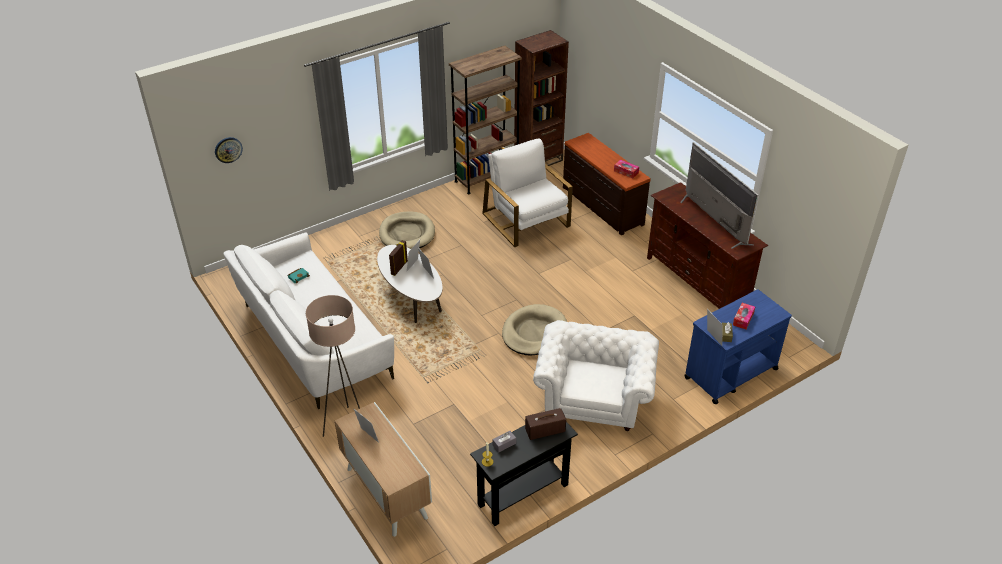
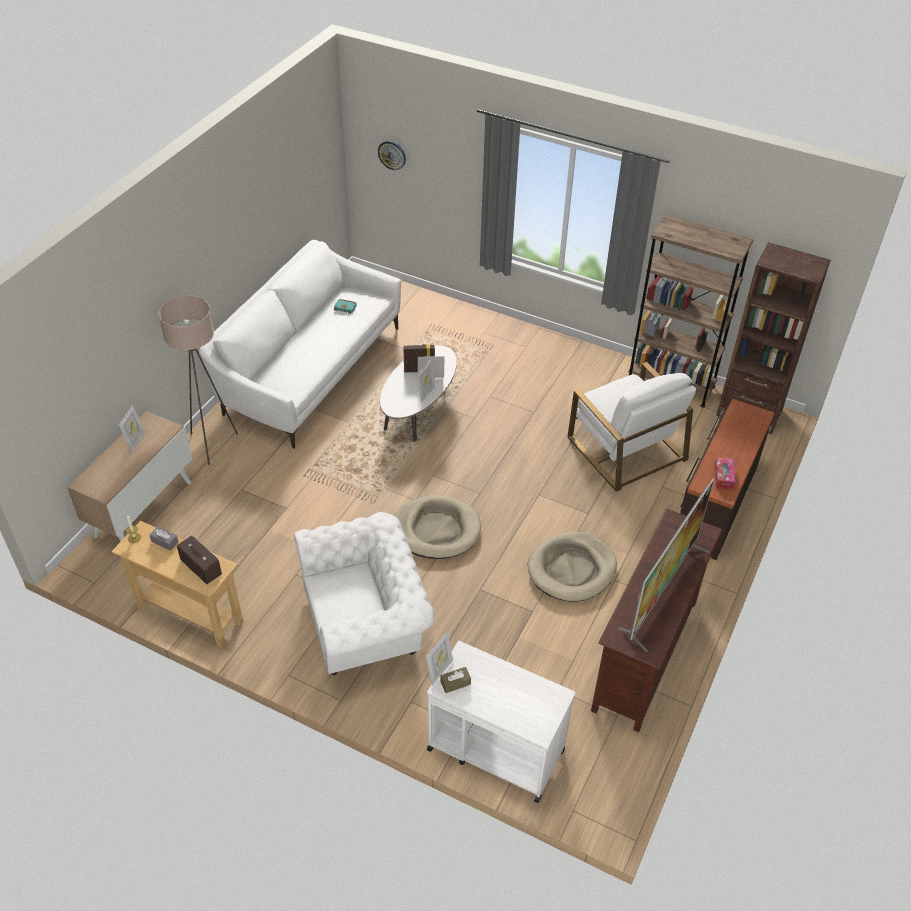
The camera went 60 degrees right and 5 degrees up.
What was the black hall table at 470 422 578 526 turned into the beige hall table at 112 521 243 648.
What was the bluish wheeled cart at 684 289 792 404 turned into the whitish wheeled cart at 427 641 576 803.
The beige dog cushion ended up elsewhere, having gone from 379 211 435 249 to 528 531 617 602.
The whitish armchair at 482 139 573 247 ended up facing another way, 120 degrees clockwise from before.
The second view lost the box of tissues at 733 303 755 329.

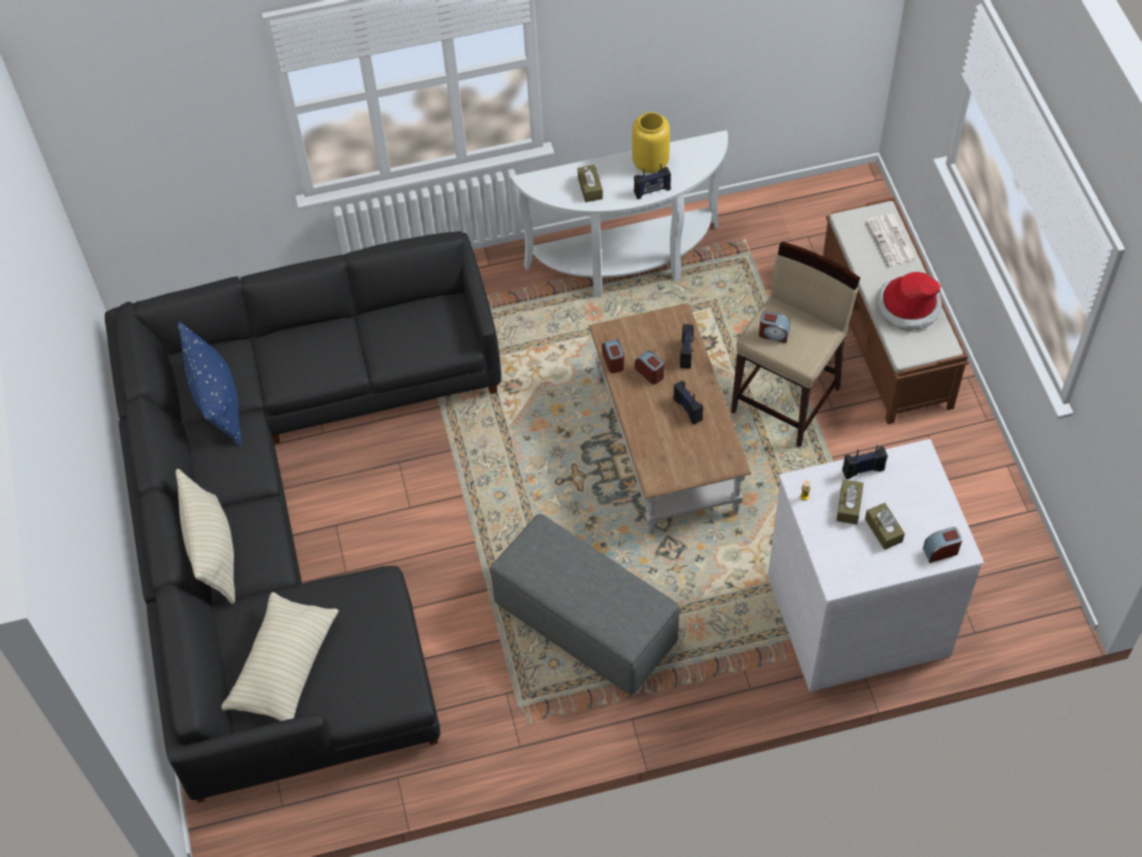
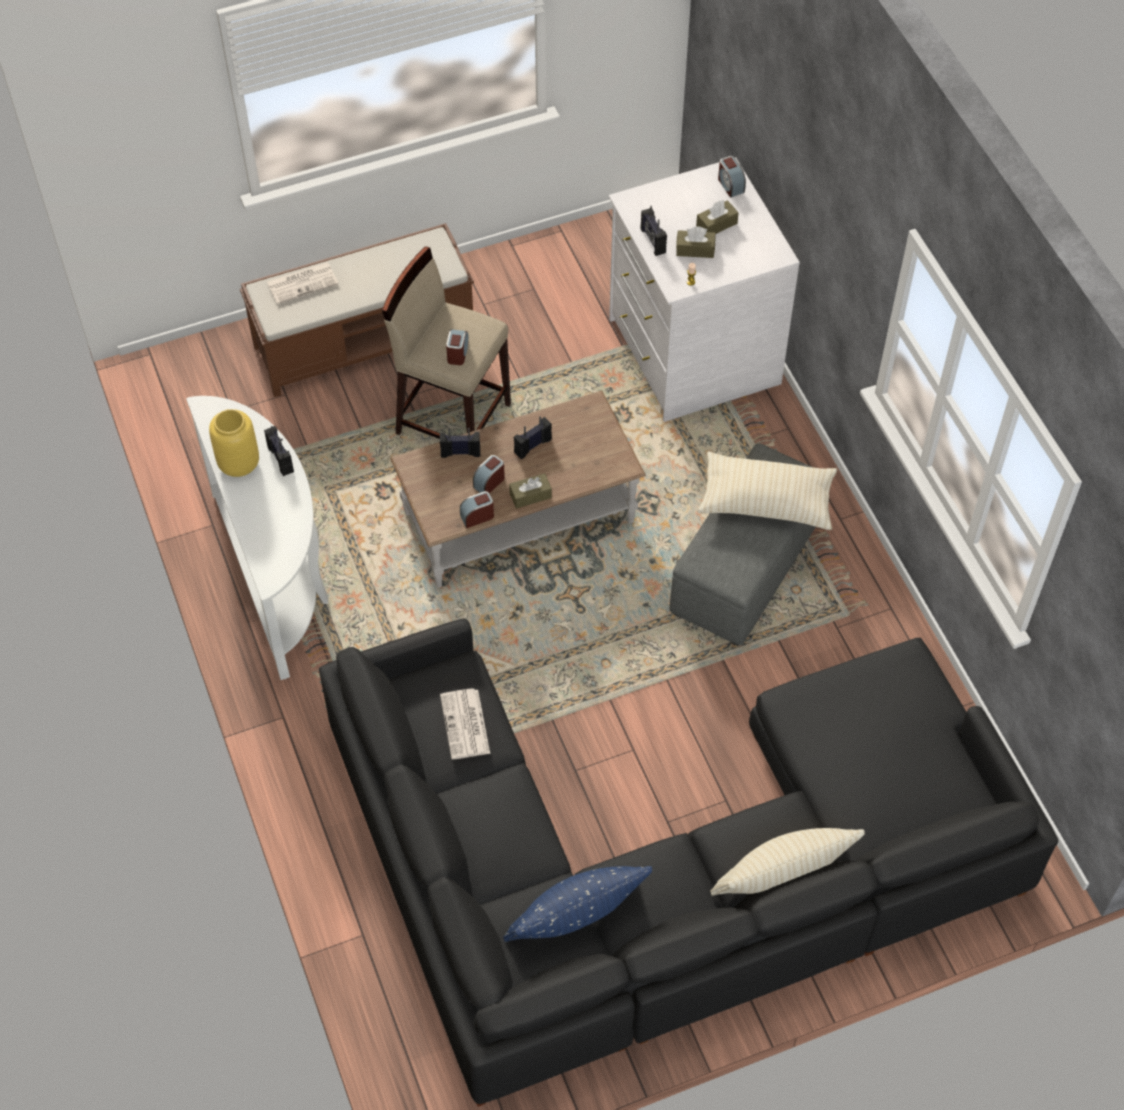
The camera went 100 degrees left and 0 degrees up.
The second view gained the newspaper at 440 689 490 759.
The brownish box of tissues ended up elsewhere, having gone from 578 165 603 202 to 509 473 552 509.
The beige cushion ended up elsewhere, having gone from 221 592 339 721 to 697 452 837 530.
The second view lost the clothing hat at 876 272 942 330.

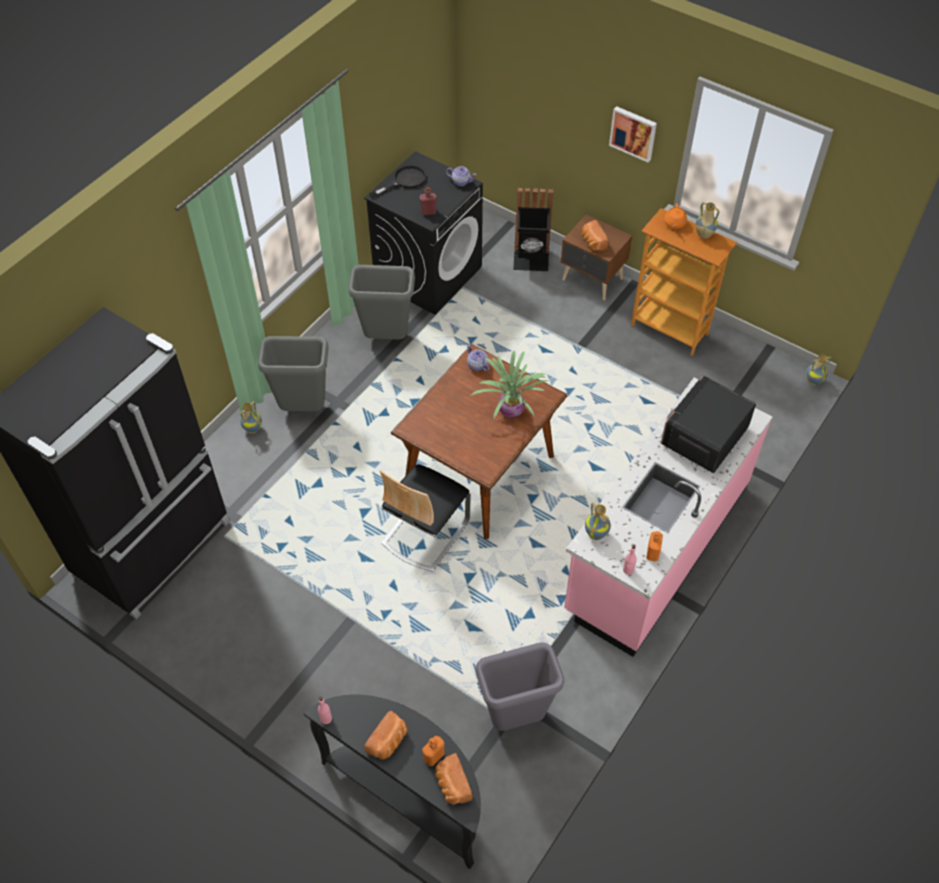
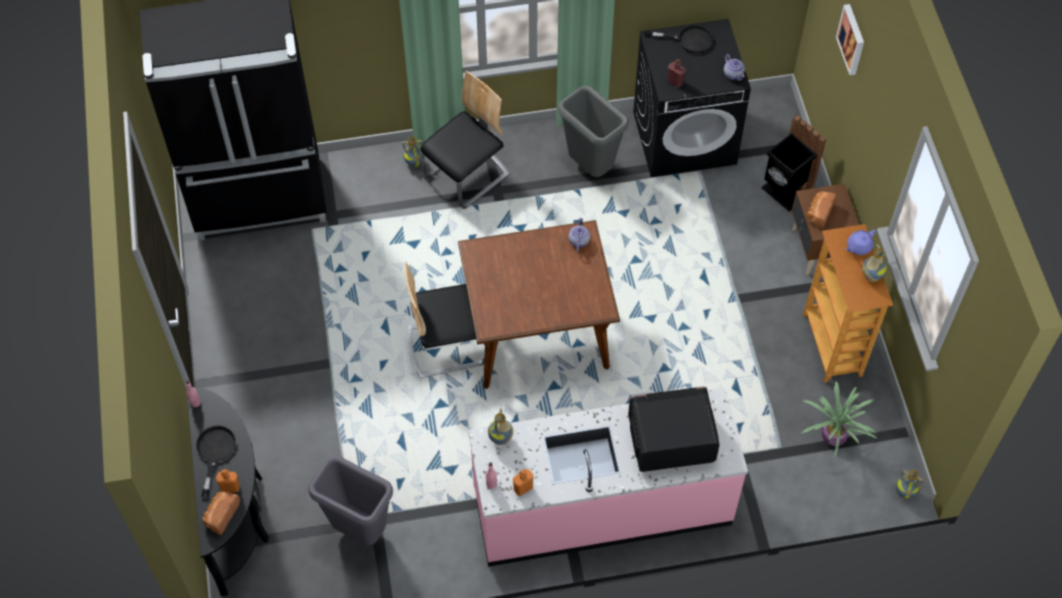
The camera went 45 degrees right and 5 degrees up.
Where the bread stood at 364 711 407 760, the black skillet came to stand at 196 425 236 498.
Where the gray rubbish bin stood at 258 336 329 411, the upright chair came to stand at 420 71 510 209.
The houseplant ended up elsewhere, having gone from 470 350 548 419 to 801 381 877 457.
The picture ended up elsewhere, having gone from 609 106 657 162 to 836 4 864 75.
What was the orange teapot at 664 203 687 229 turned into the purple-coloured teapot at 846 230 876 255.

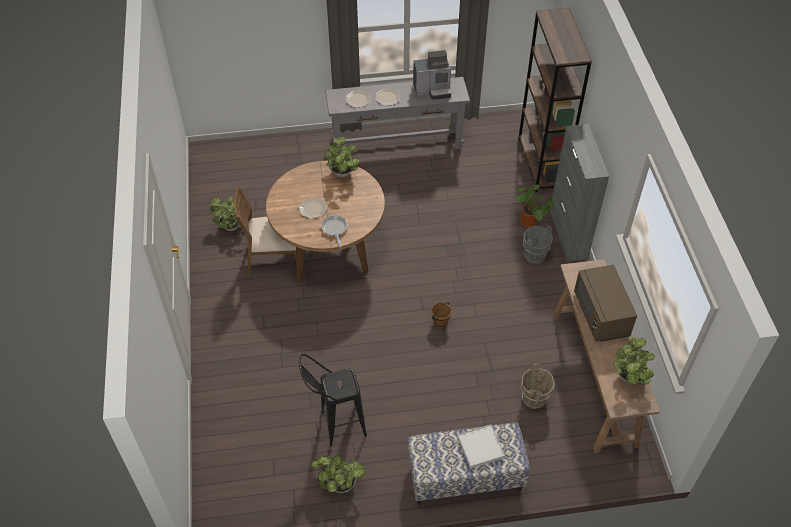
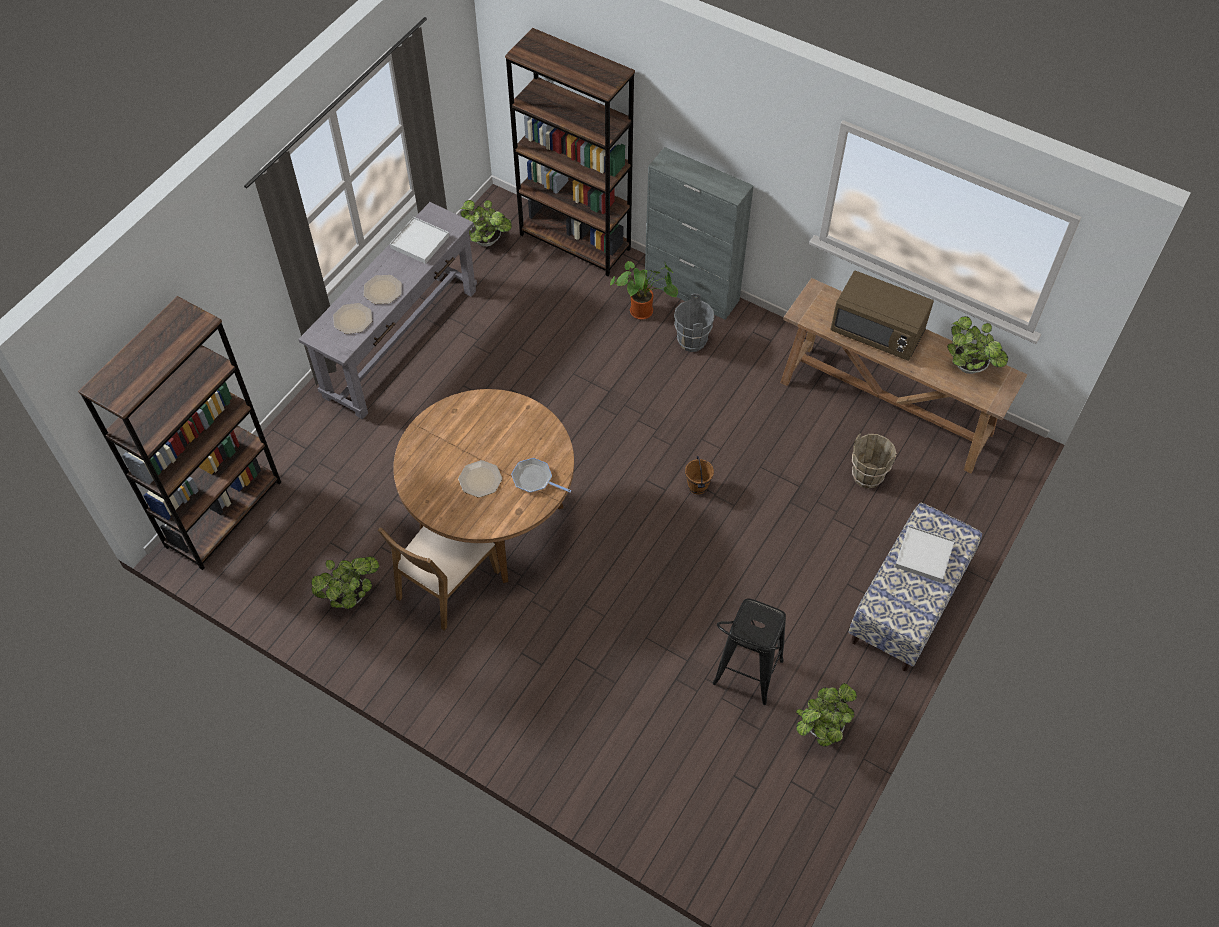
The camera went 50 degrees left and 5 degrees up.
The second view gained the brownish bookcase at 78 296 281 570.
Where the coffee brewer stood at 413 50 451 100, the whitish tray came to stand at 390 217 449 264.
The houseplant ended up elsewhere, having gone from 326 136 359 177 to 460 200 512 247.

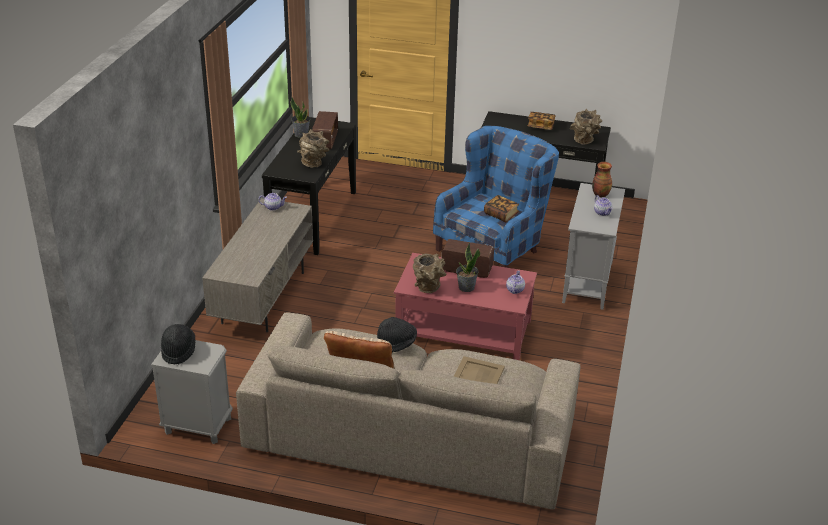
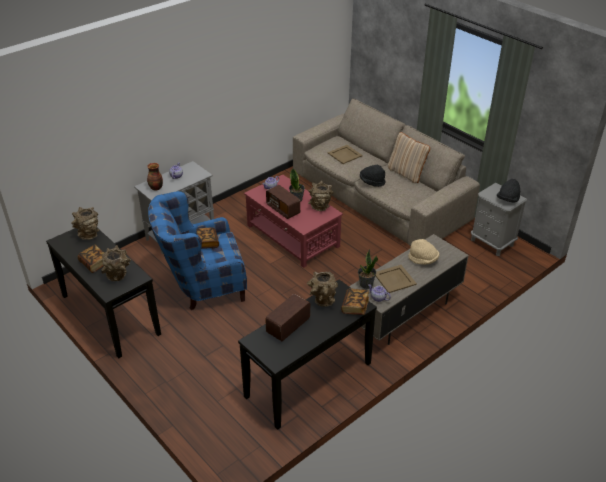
The camera went 145 degrees left and 5 degrees up.
The second view gained the brownish decorative vase at 101 245 131 281.
The second view gained the volume at 341 289 369 315.
The houseplant ended up elsewhere, having gone from 291 97 310 138 to 358 249 378 289.
The second view gained the beige tray at 375 265 417 293.
The second view gained the beige clothing hat at 408 239 439 265.

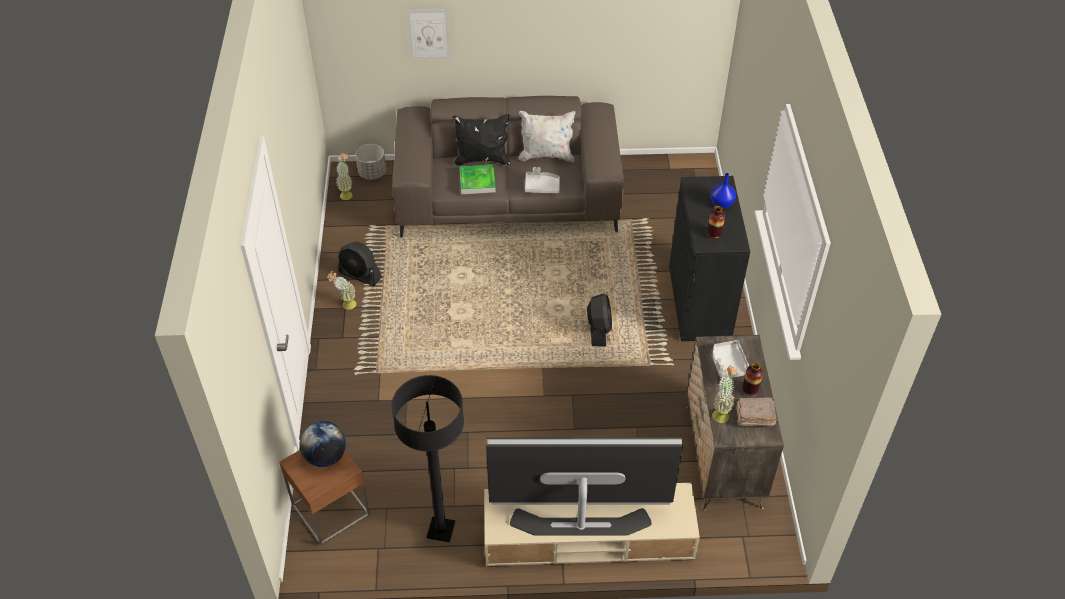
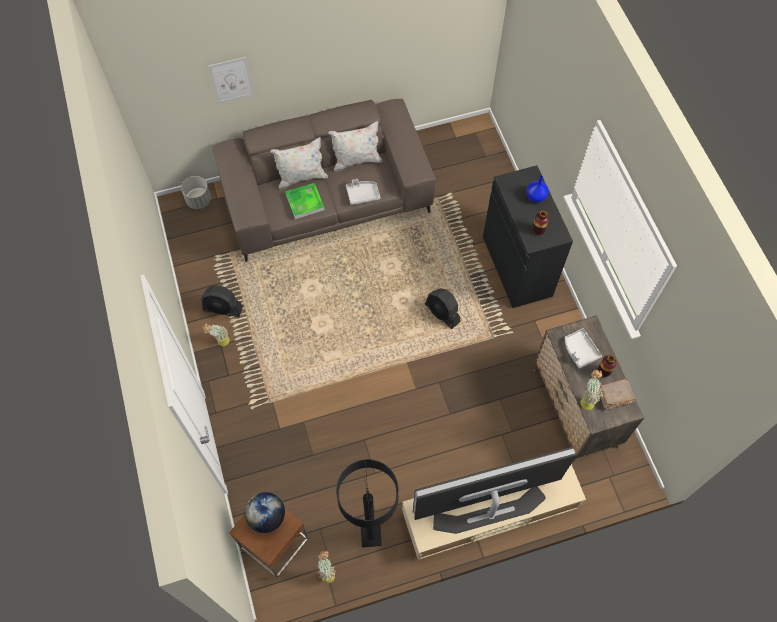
The camera went 15 degrees left and 15 degrees up.
What was the black cushion at 452 114 510 166 turned into the whitish cushion at 270 137 328 189.
The houseplant ended up elsewhere, having gone from 336 153 353 200 to 317 551 336 583.
The black fan at 587 293 612 347 ended up facing another way, 150 degrees clockwise from before.

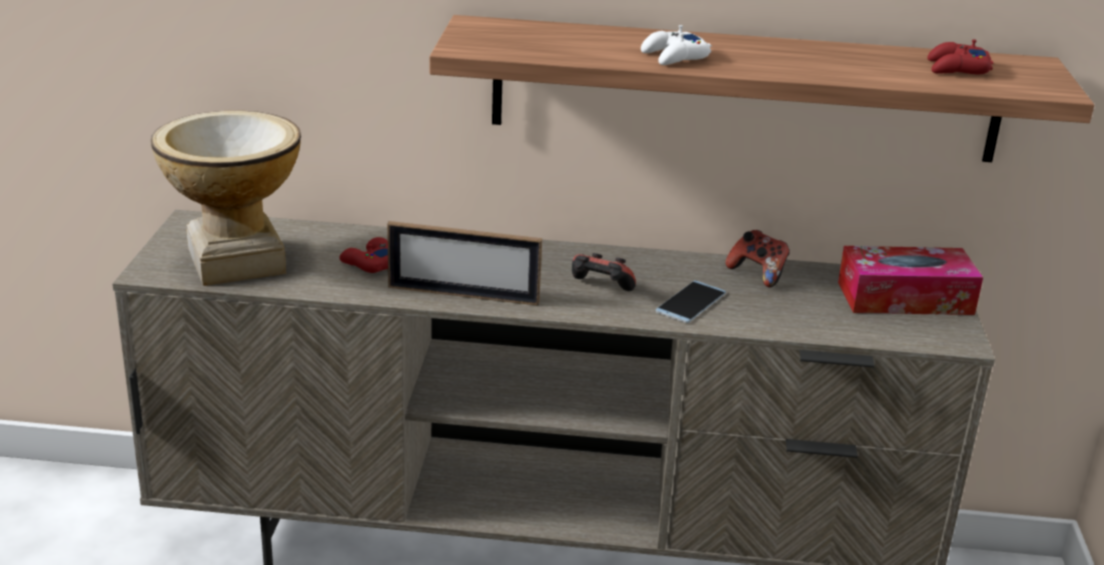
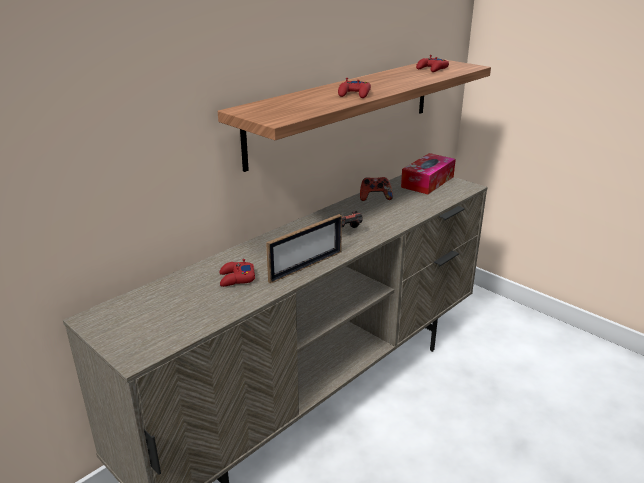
The camera went 50 degrees left and 0 degrees up.
What was the whitish game controller at 641 25 712 65 turned into the reddish game controller at 338 78 371 98.
The second view lost the decorative vase at 151 110 301 286.
The second view lost the telephone at 655 280 726 323.

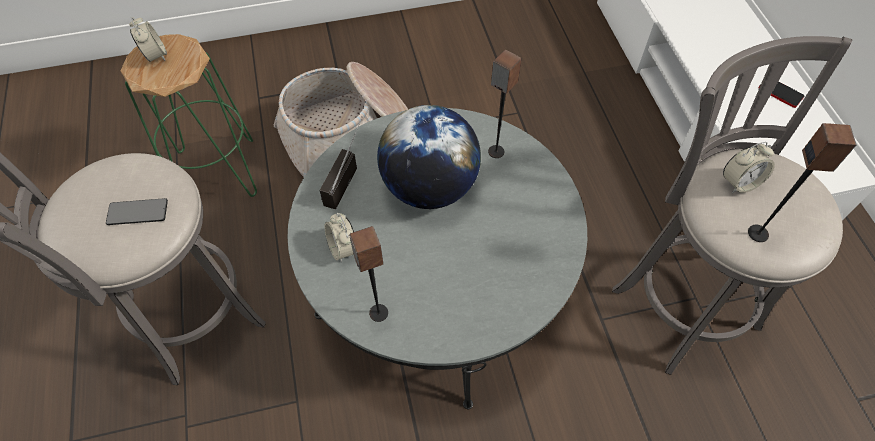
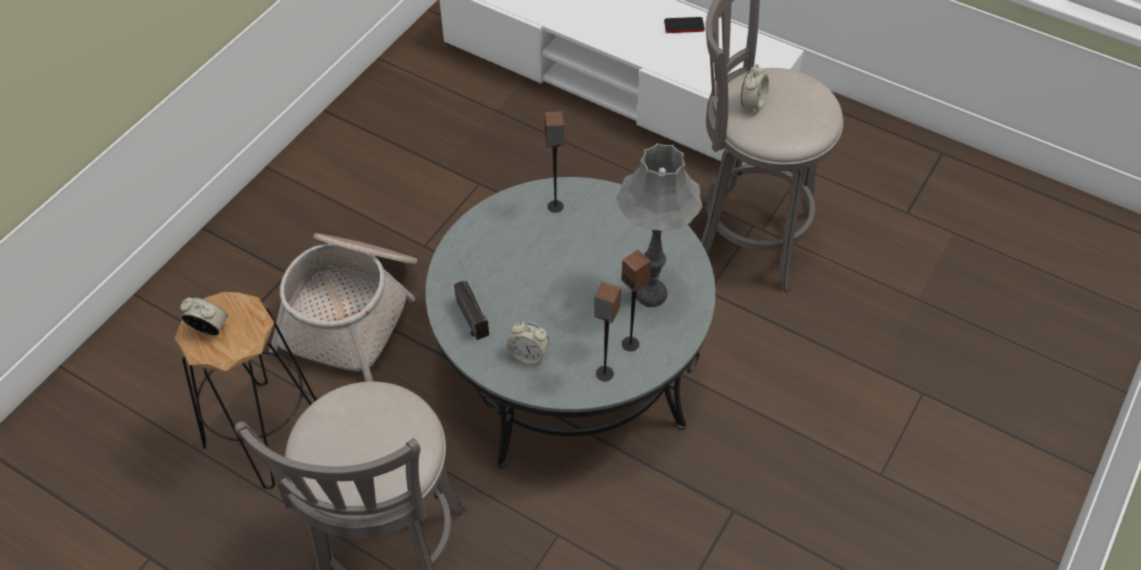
The camera went 45 degrees left and 5 degrees down.
What was the greenish sitting stool at 121 34 257 197 turned into the black sitting stool at 174 292 317 489.
The second view gained the gray lamp for a table at 617 143 702 307.
The loudspeaker ended up elsewhere, having gone from 748 123 857 242 to 621 250 651 351.
The second view lost the telephone at 106 198 168 225.
The second view lost the desk globe at 377 105 481 209.

